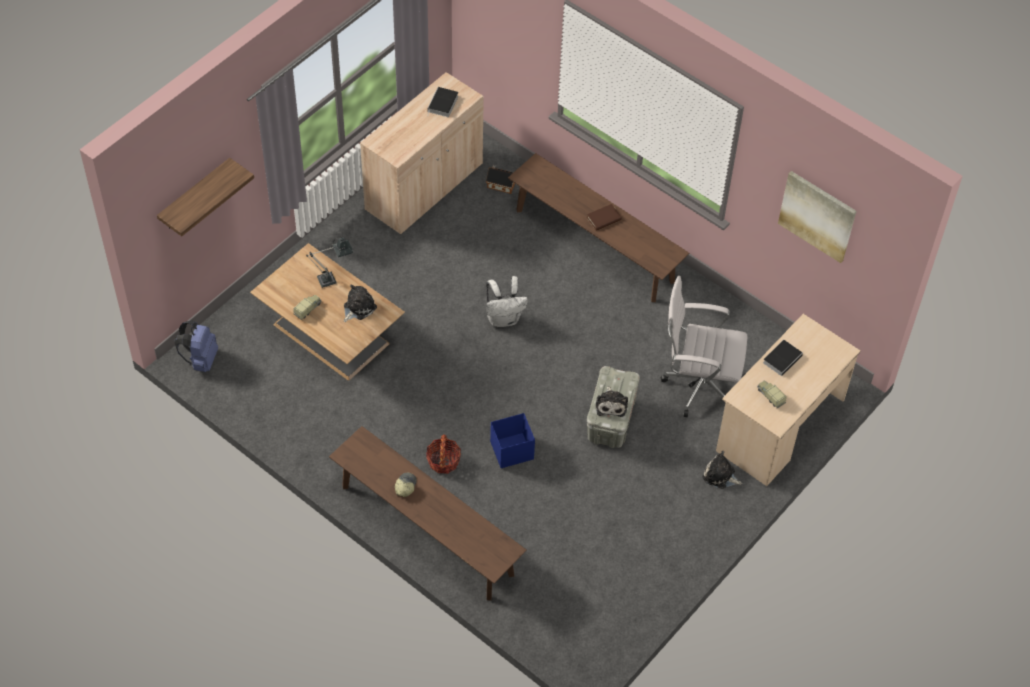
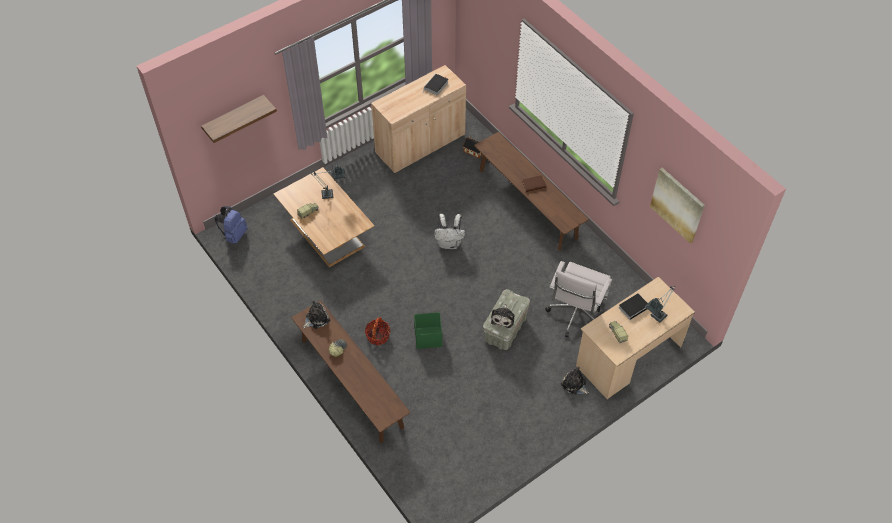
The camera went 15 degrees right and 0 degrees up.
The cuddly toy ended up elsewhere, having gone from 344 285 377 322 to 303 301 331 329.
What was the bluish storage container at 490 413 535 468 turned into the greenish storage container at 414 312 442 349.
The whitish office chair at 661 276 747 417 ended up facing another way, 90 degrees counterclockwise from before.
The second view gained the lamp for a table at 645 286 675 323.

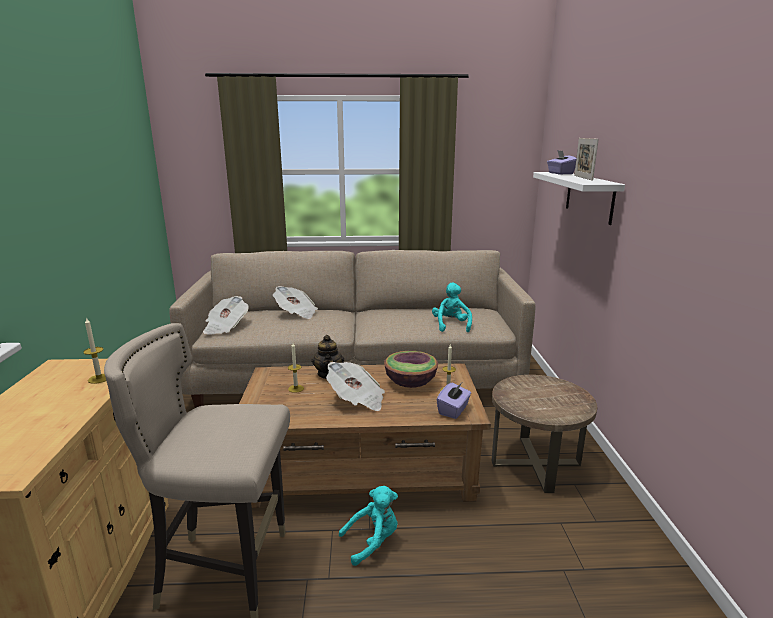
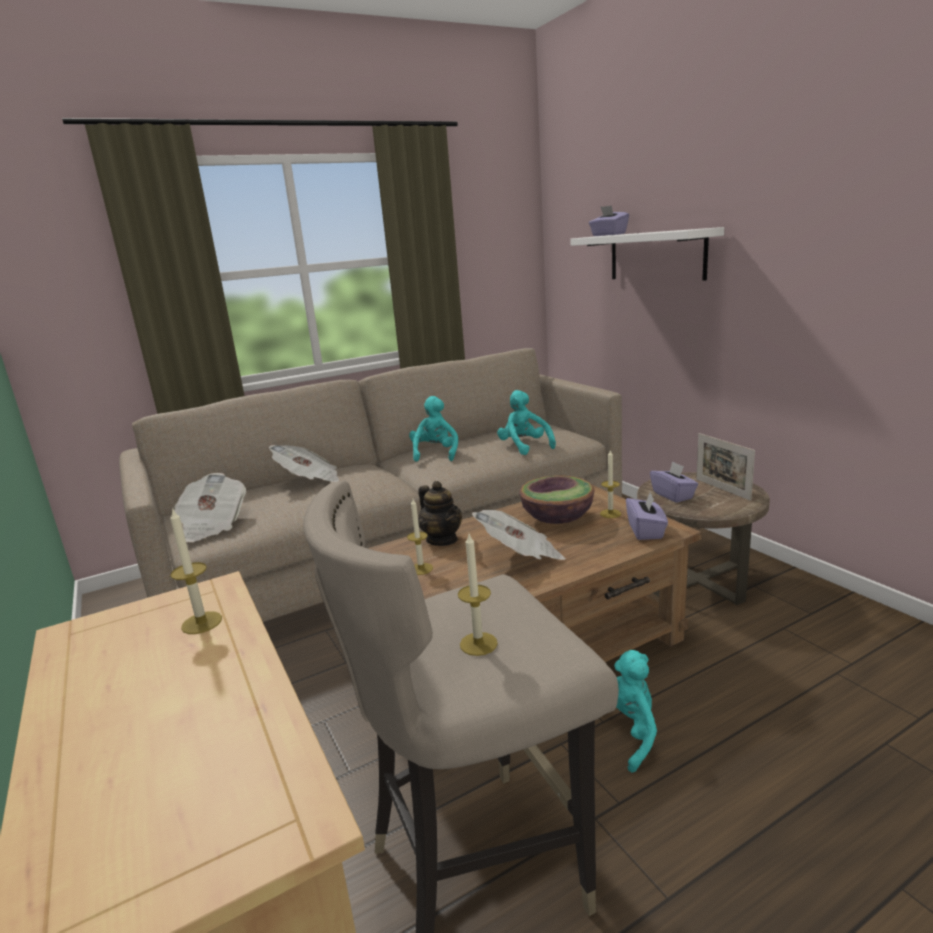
The camera went 25 degrees left and 0 degrees up.
The second view gained the turquoise cuddly toy at 409 396 458 462.
The second view gained the candle at 458 534 498 656.
The second view gained the purple-coloured box of tissues at 650 461 698 503.
The picture frame ended up elsewhere, having gone from 574 138 599 181 to 696 433 755 501.

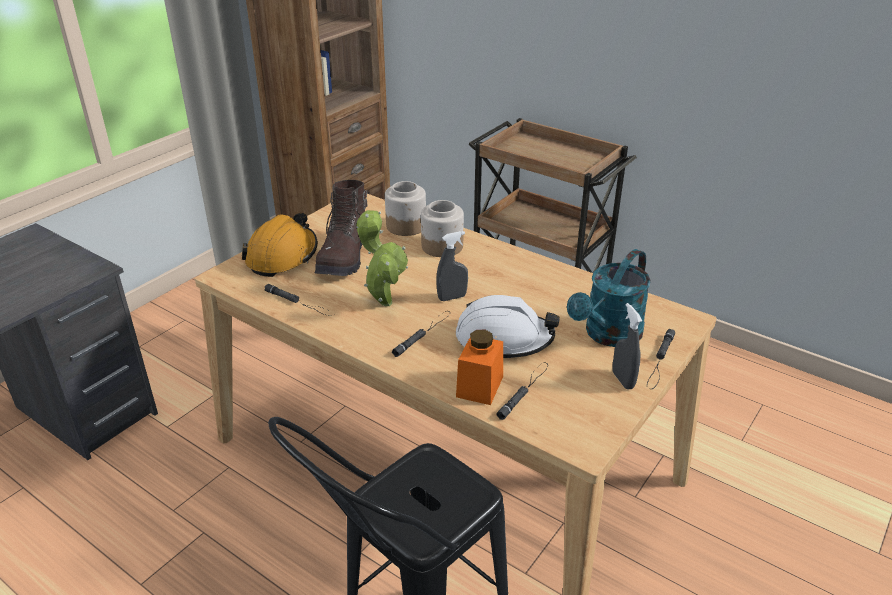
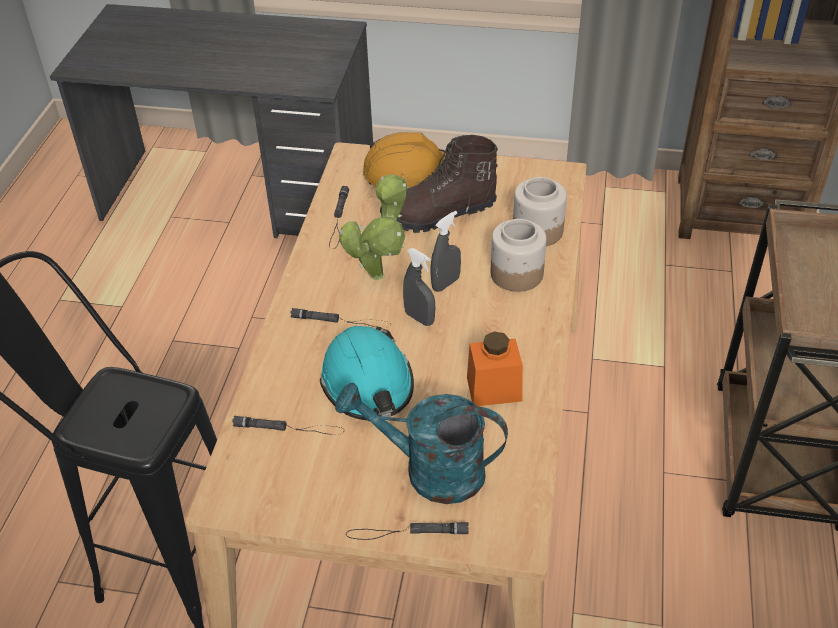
The camera went 65 degrees right and 10 degrees up.
What was the whitish hard hat at 456 295 560 358 turned into the turquoise hard hat at 320 326 414 420.
The gray hand sprayer ended up elsewhere, having gone from 613 303 642 390 to 430 211 461 292.
The orange preserve jar ended up elsewhere, having gone from 456 330 503 405 to 467 331 523 406.

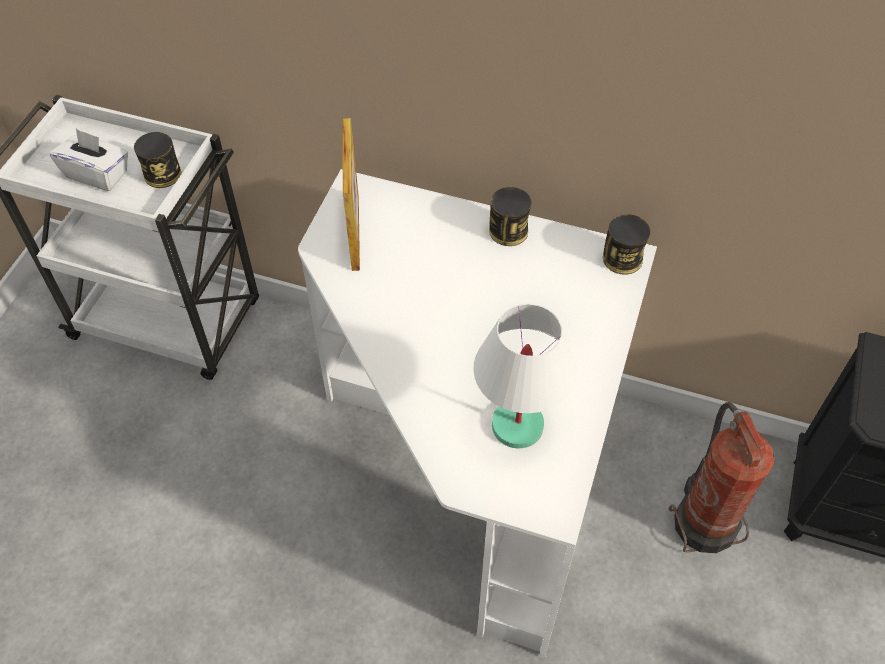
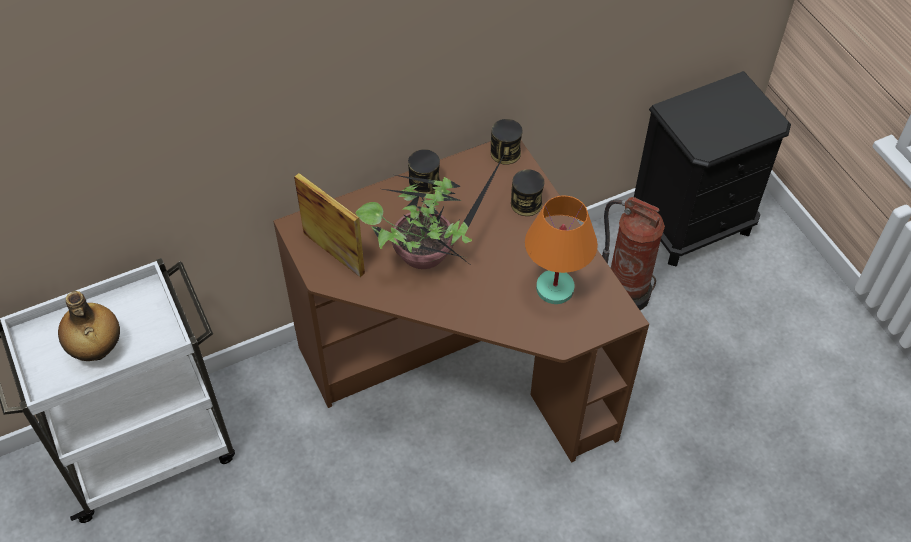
The camera went 45 degrees left and 0 degrees up.
Where the whitish box of tissues stood at 50 129 128 191, the drink bottle came to stand at 58 291 120 361.
What was the whitish desk unit at 298 169 657 658 turned into the brownish desk unit at 273 141 649 463.
The second view gained the houseplant at 355 150 507 269.
The can ended up elsewhere, having gone from 134 132 181 188 to 511 169 544 216.
What was the whitish lamp for a table at 474 304 576 448 turned into the orange lamp for a table at 525 196 598 304.

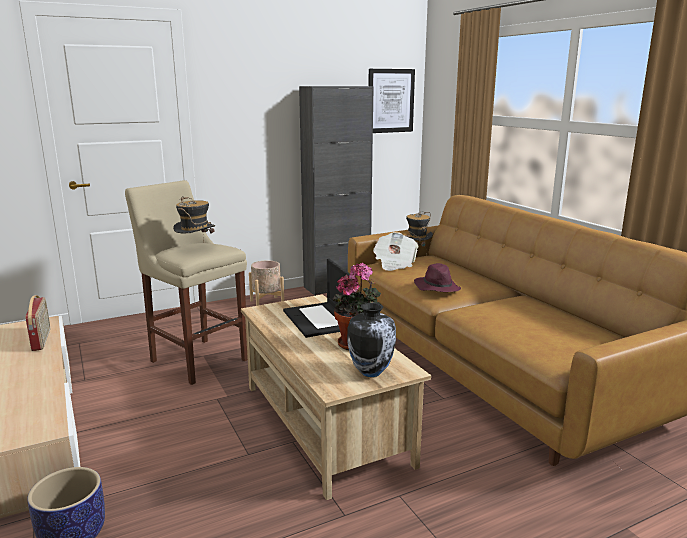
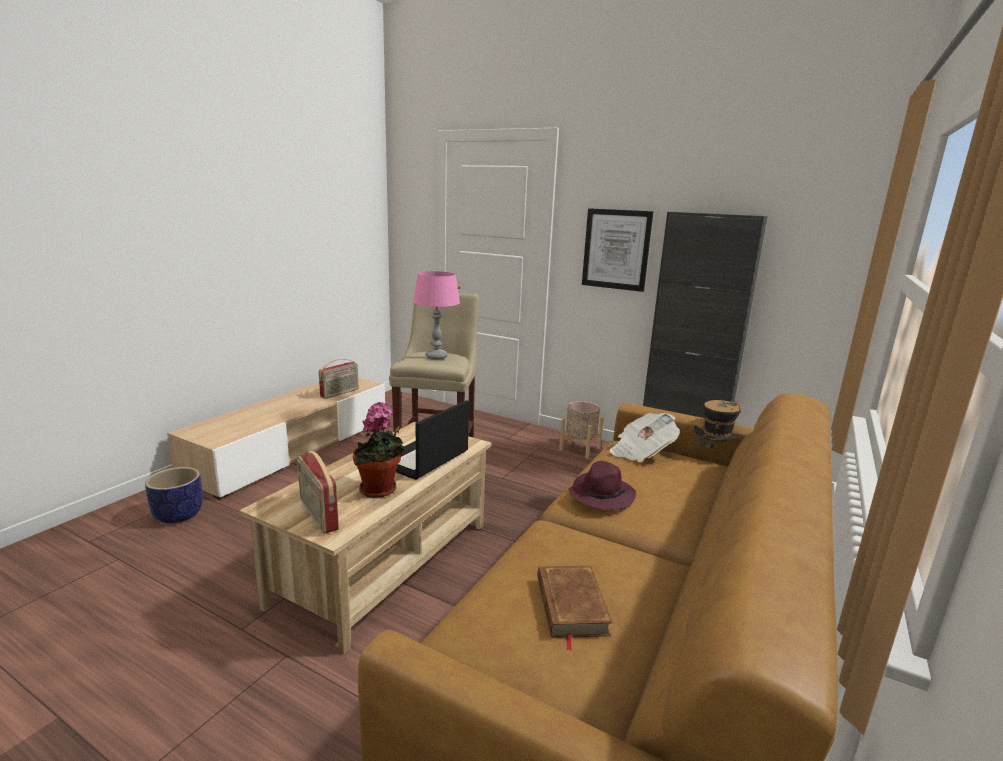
The camera went 55 degrees right and 0 degrees up.
Where the decorative vase stood at 347 303 396 377, the radio came to stand at 297 451 339 534.
Where the clothing hat stood at 173 196 215 240, the pink lamp for a table came to stand at 413 271 460 360.
The second view gained the brownish volume at 537 566 613 650.
The picture ended up elsewhere, having gone from 368 69 415 133 to 582 208 653 292.

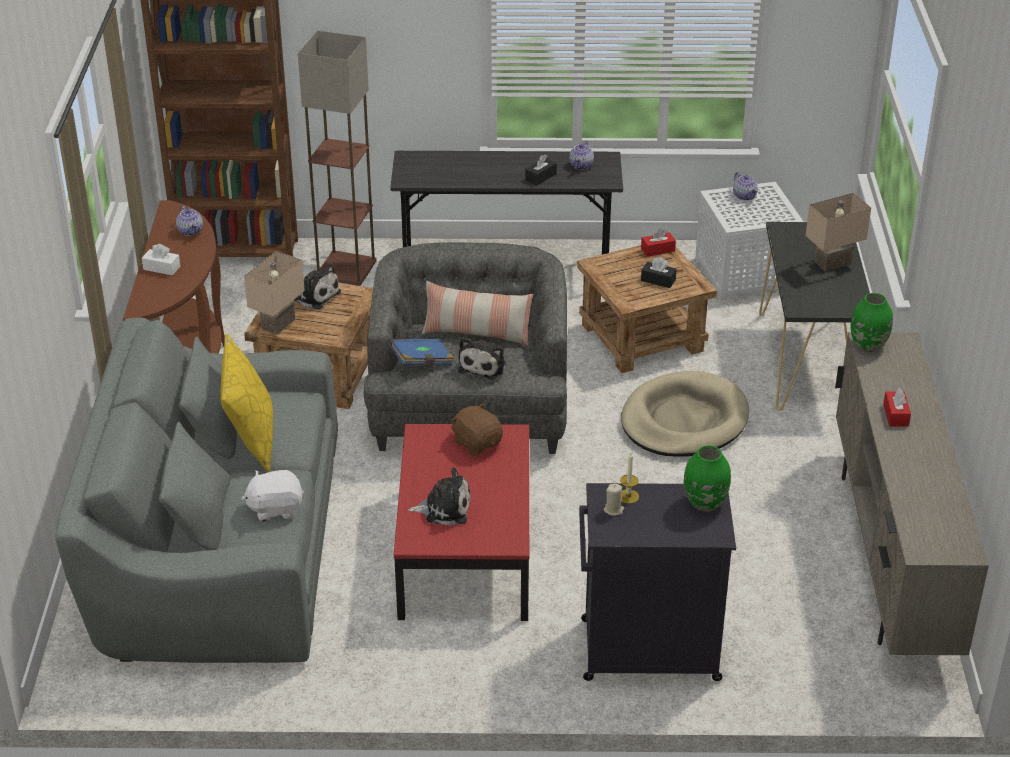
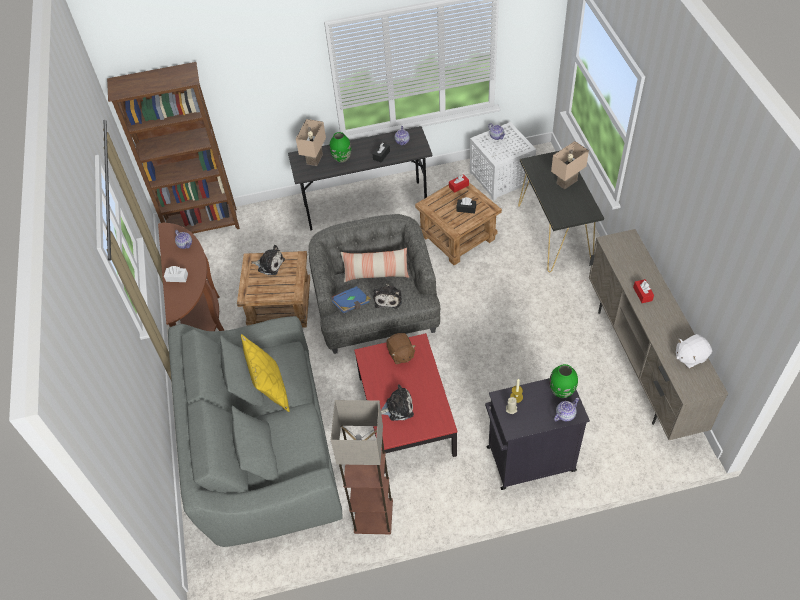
The camera went 10 degrees left and 15 degrees up.
The beige lamp for a table ended up elsewhere, having gone from 244 251 305 335 to 296 119 326 166.
The greenish decorative vase ended up elsewhere, having gone from 851 293 893 352 to 330 132 351 163.
The standard lamp ended up elsewhere, having gone from 298 30 376 286 to 331 400 393 534.
The brownish cuddly toy at 450 403 503 456 ended up facing another way, 150 degrees counterclockwise from before.
The second view gained the teapot at 554 398 579 421.
The whitish cuddly toy ended up elsewhere, having gone from 242 470 304 522 to 676 334 712 368.
The second view lost the beige dog cushion at 621 371 749 457.

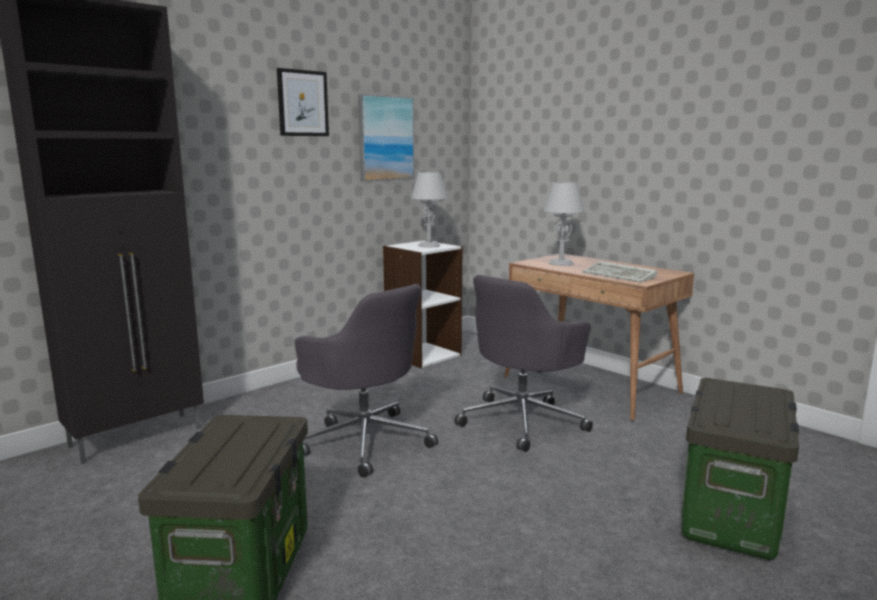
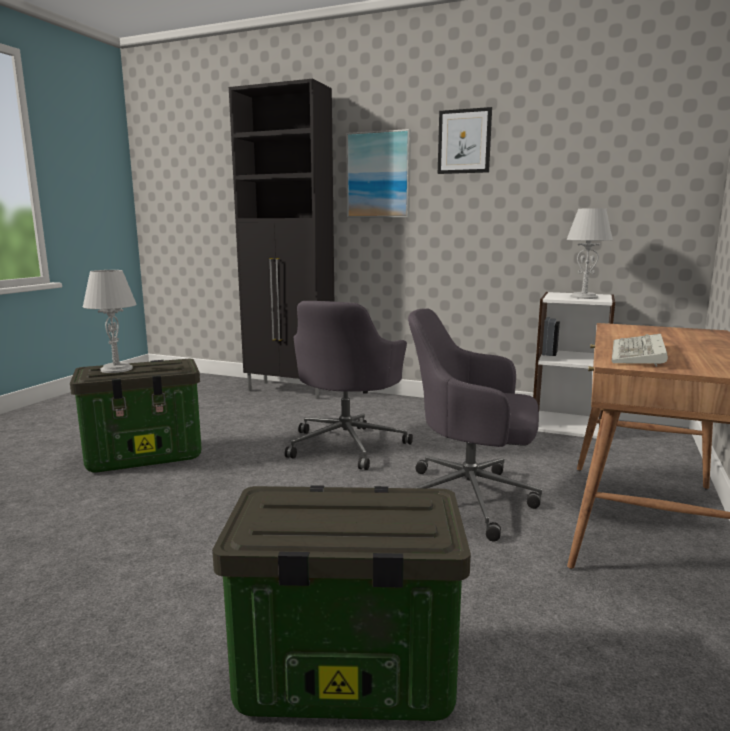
The camera went 65 degrees right and 0 degrees up.
The gray lamp for a table ended up elsewhere, having gone from 543 182 584 266 to 83 270 137 373.
The picture ended up elsewhere, having gone from 358 94 414 182 to 346 129 411 218.

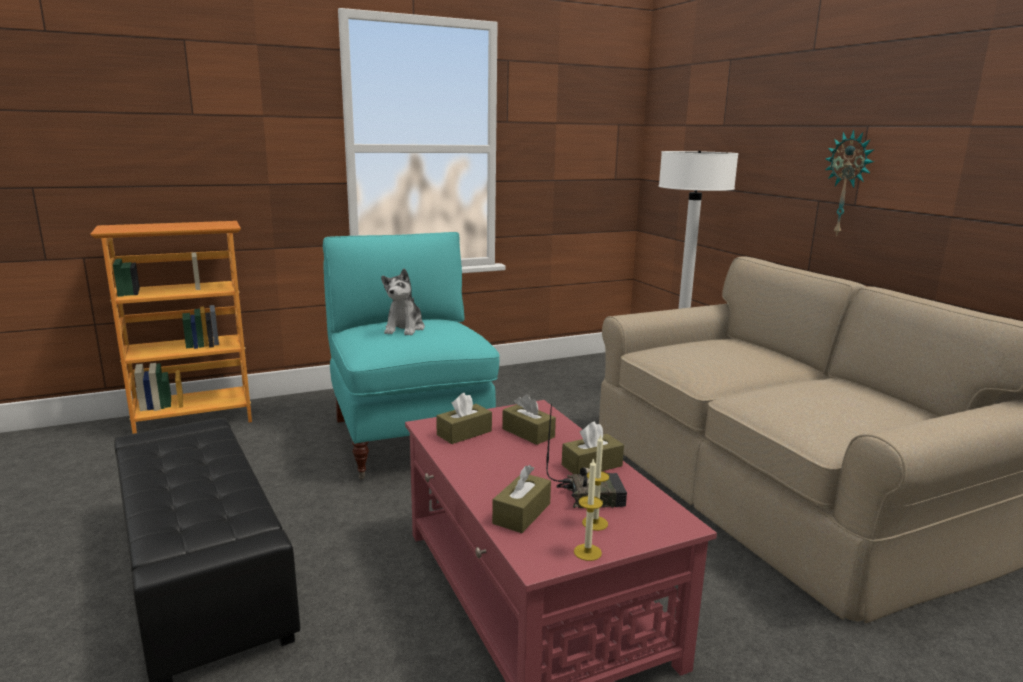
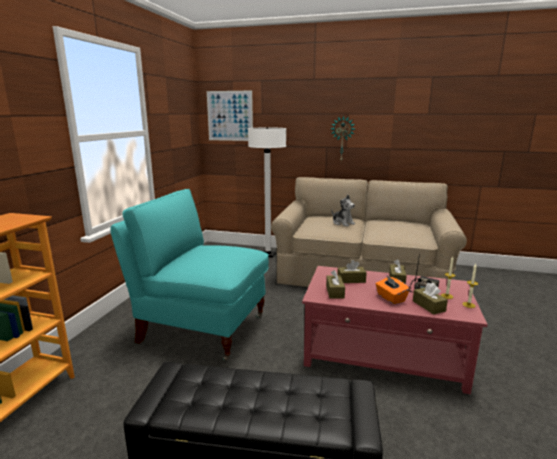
The camera went 50 degrees left and 0 degrees up.
The second view gained the picture at 207 91 253 141.
The cuddly toy ended up elsewhere, having gone from 381 268 425 335 to 331 195 355 227.
The second view gained the orange box of tissues at 376 276 410 304.

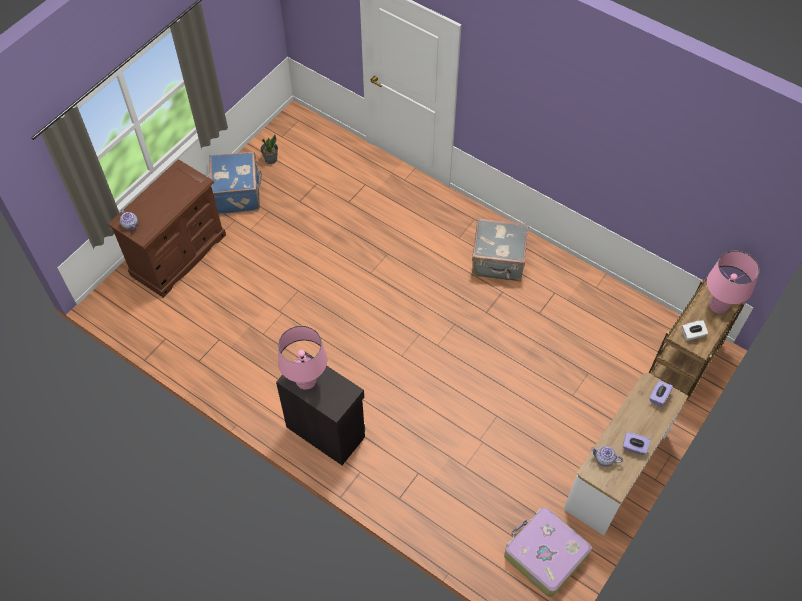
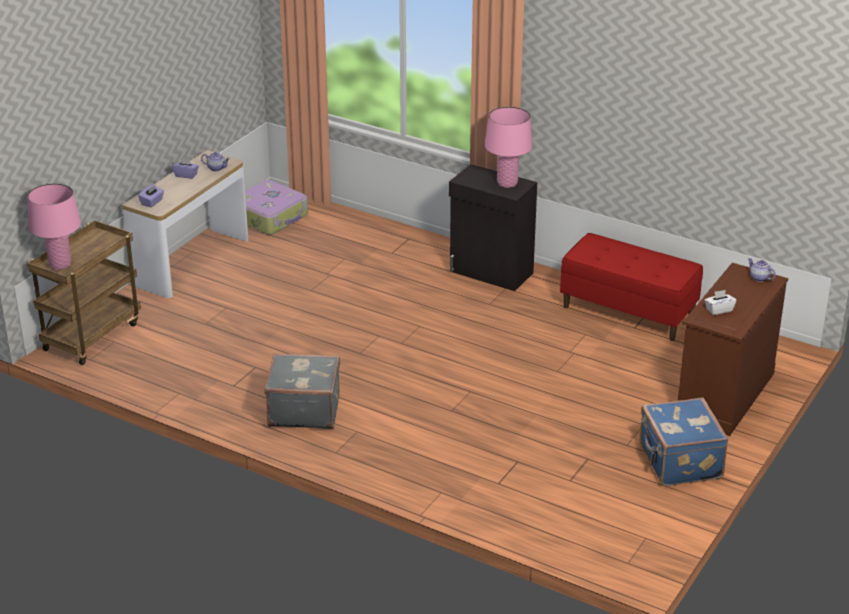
The camera went 175 degrees right and 25 degrees down.
The second view gained the reddish long seat at 560 233 703 341.
The whitish box of tissues ended up elsewhere, having gone from 682 320 708 341 to 705 290 736 315.
The second view lost the houseplant at 260 135 278 164.

